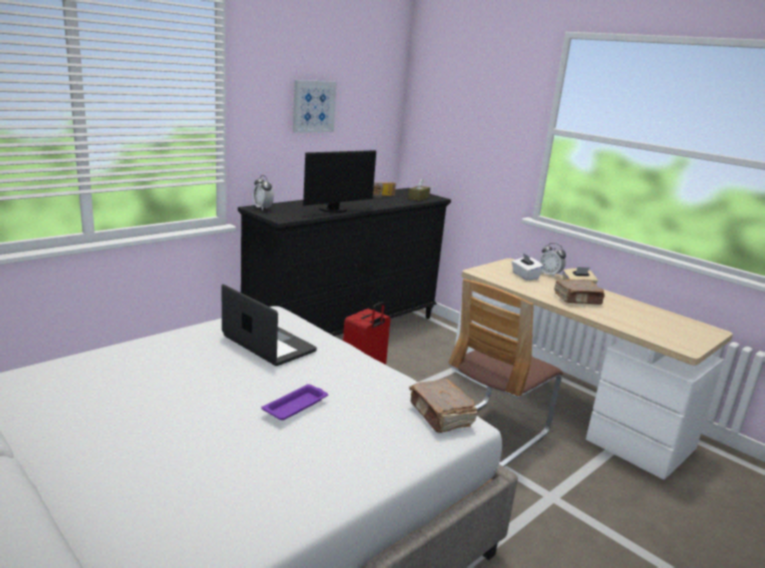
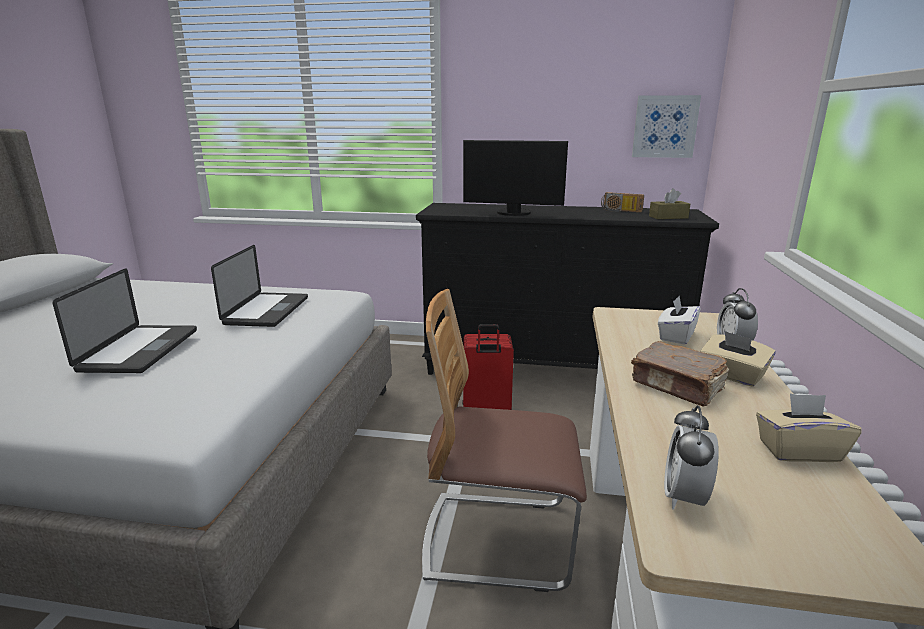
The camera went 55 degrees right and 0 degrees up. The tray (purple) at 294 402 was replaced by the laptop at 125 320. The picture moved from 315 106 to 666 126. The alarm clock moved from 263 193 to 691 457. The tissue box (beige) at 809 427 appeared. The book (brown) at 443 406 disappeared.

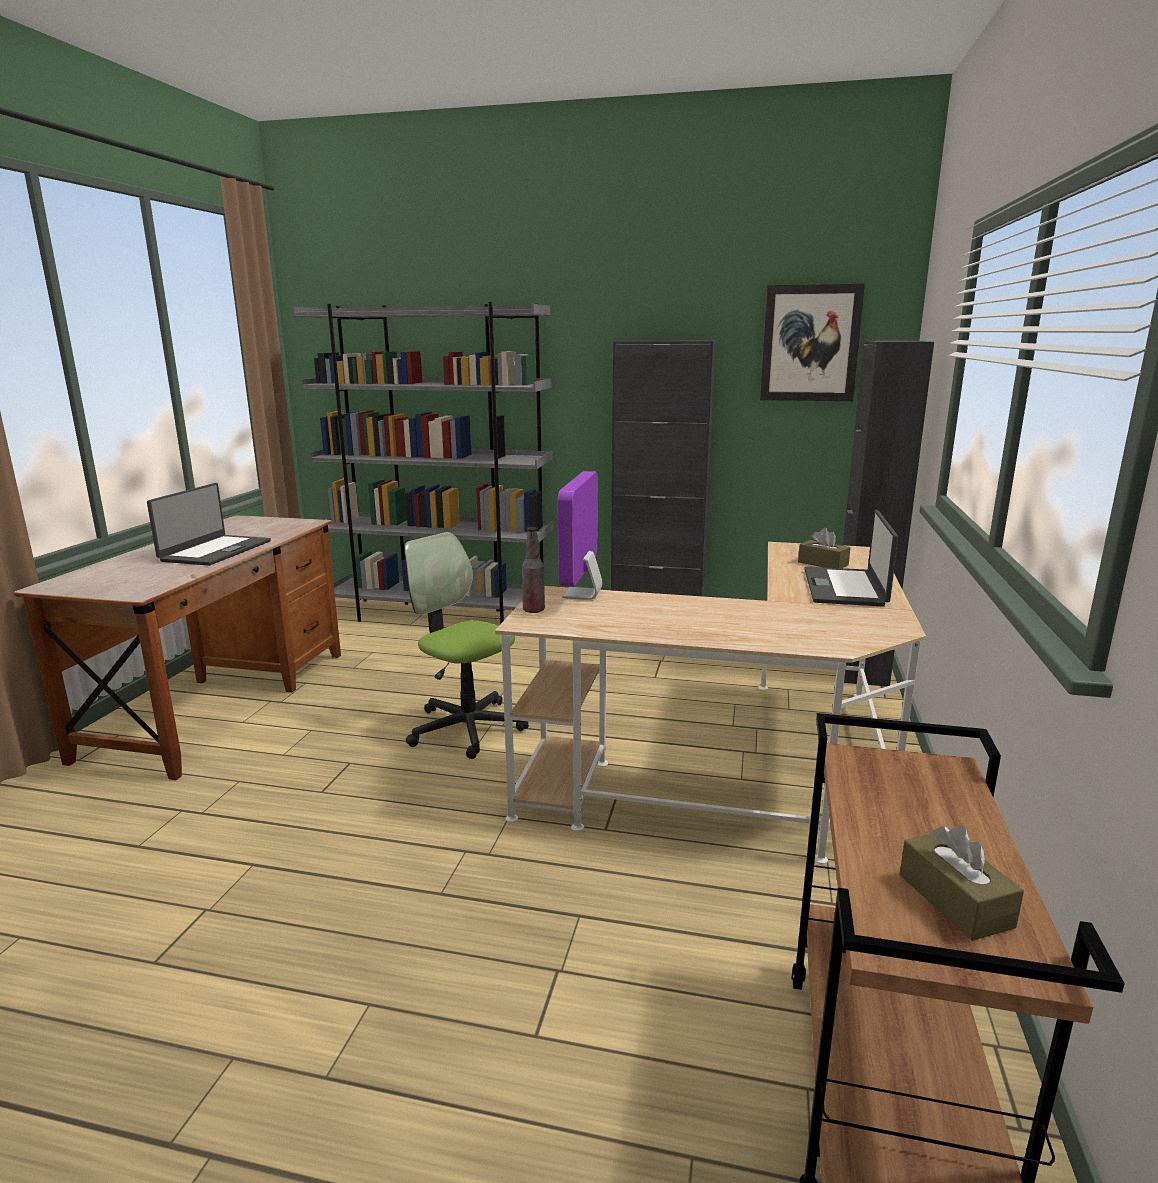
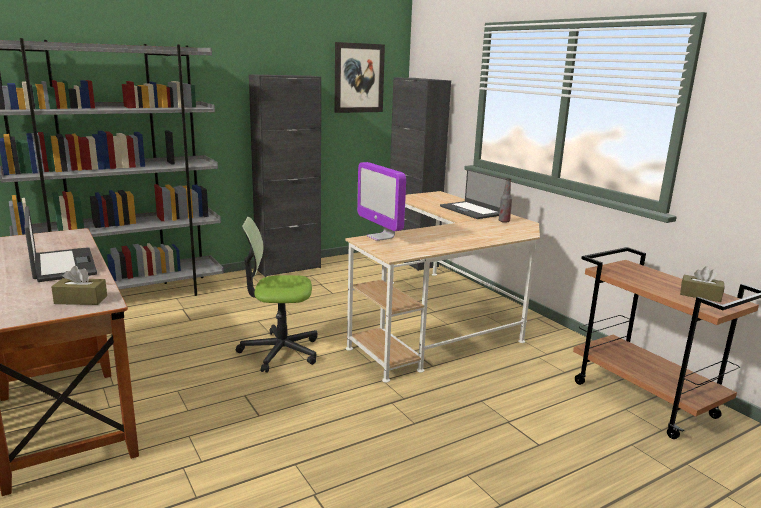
The camera went 45 degrees left and 0 degrees up. The tissue box (brown) moved from 824 548 to 79 285. The bottle moved from 533 570 to 505 200.

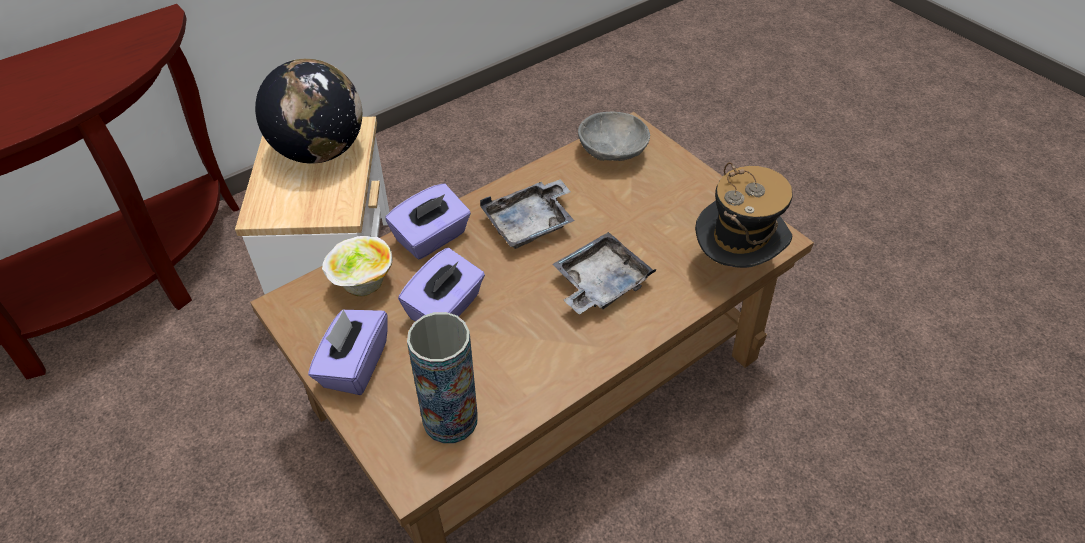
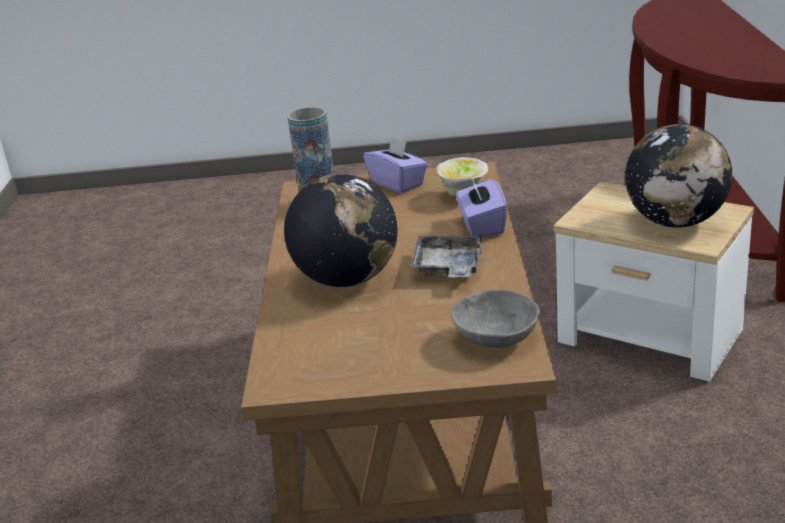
The camera went 130 degrees right and 20 degrees down. The tray (grey) at 604 273 was replaced by the globe at 341 230. The tissue box (purple) at 441 284 disappeared. The hat at 743 215 disappeared.

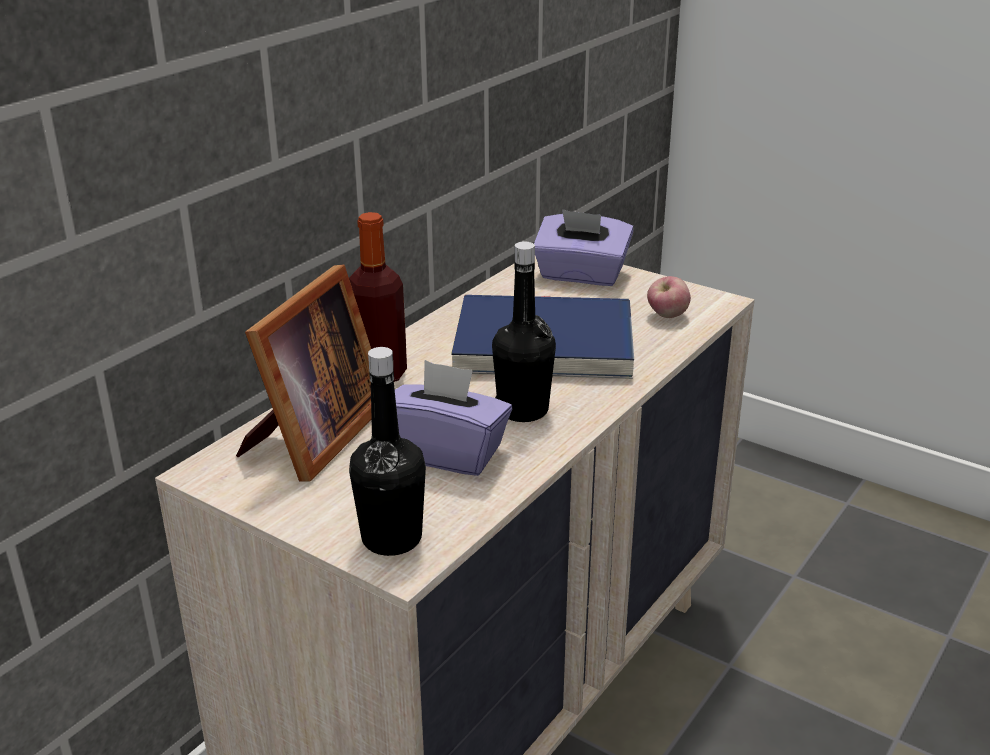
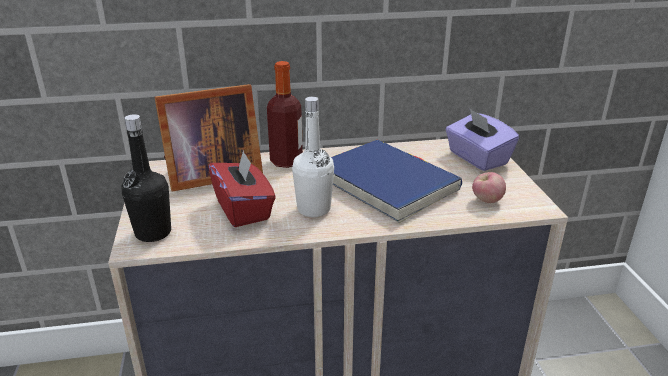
The camera went 45 degrees right and 0 degrees up. The tissue box (purple) at 453 418 became the tissue box (red) at 242 188. The bottle (black) at 524 331 became the bottle (white) at 313 157.

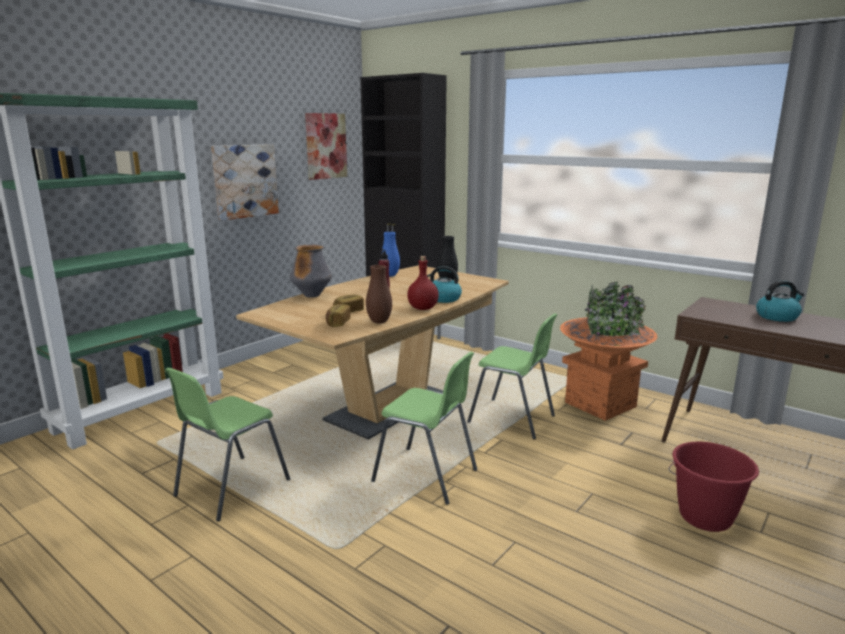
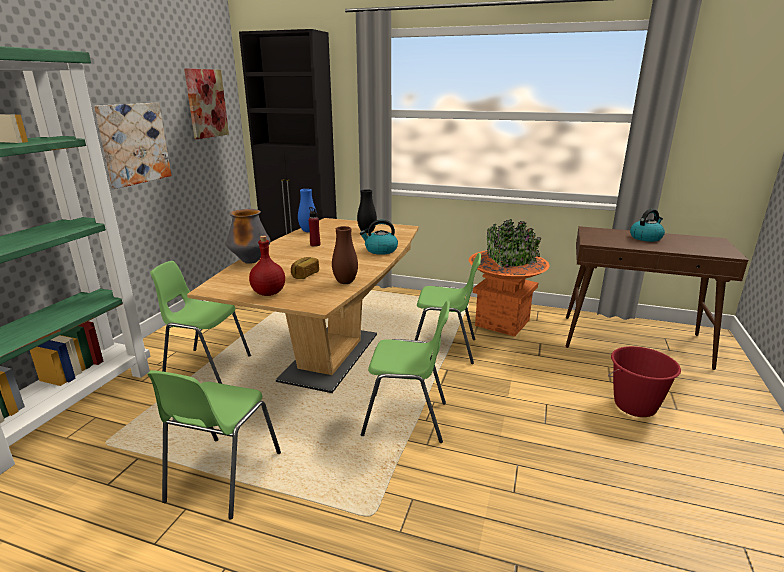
The camera went 20 degrees left and 5 degrees up. The chair (green) at 200 322 appeared. The bottle (red) moved from 423 283 to 267 266. The bread at 338 315 disappeared.

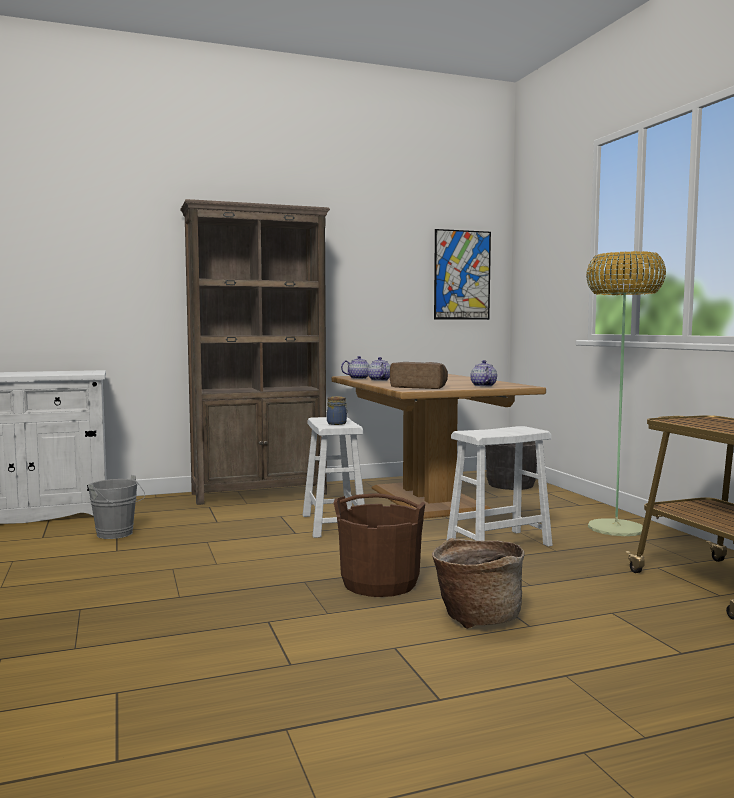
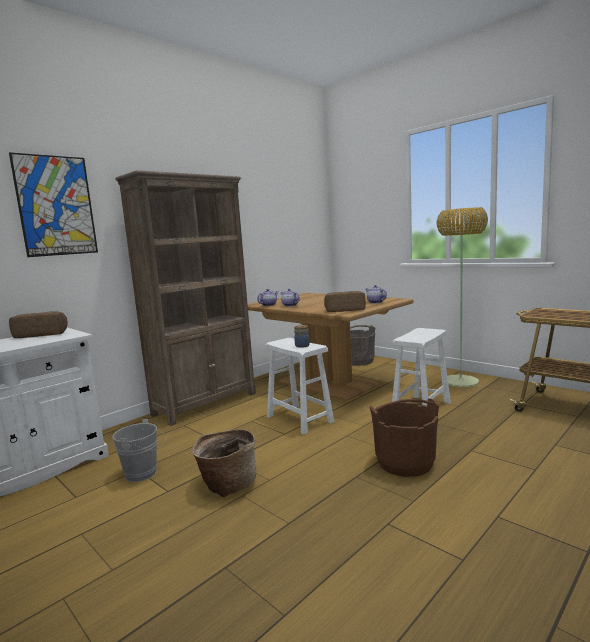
The camera went 25 degrees left and 5 degrees up. The picture moved from 462 274 to 53 204. The bread at 38 325 appeared. The basket moved from 478 583 to 224 463.

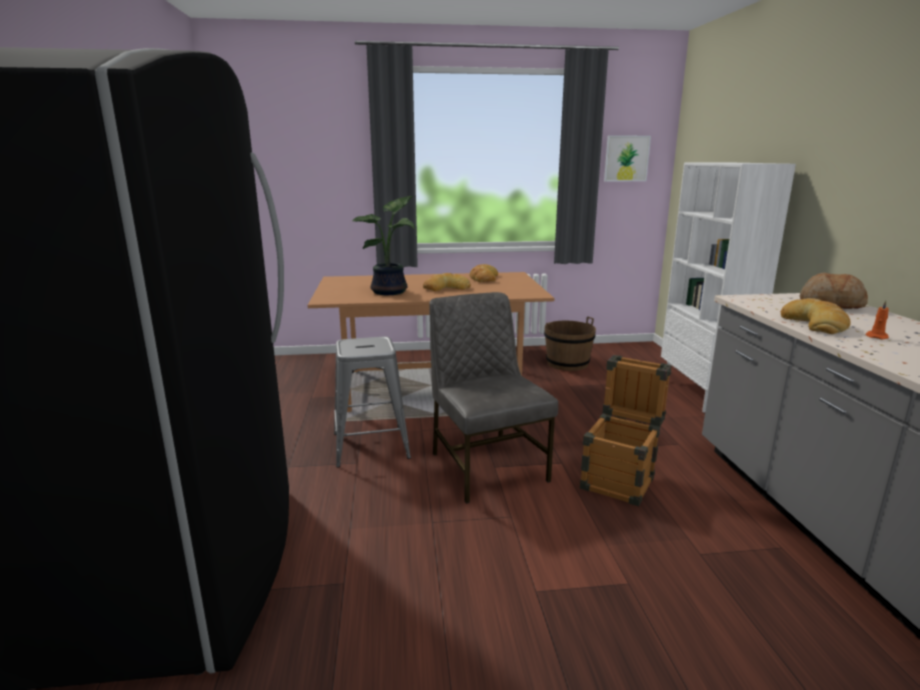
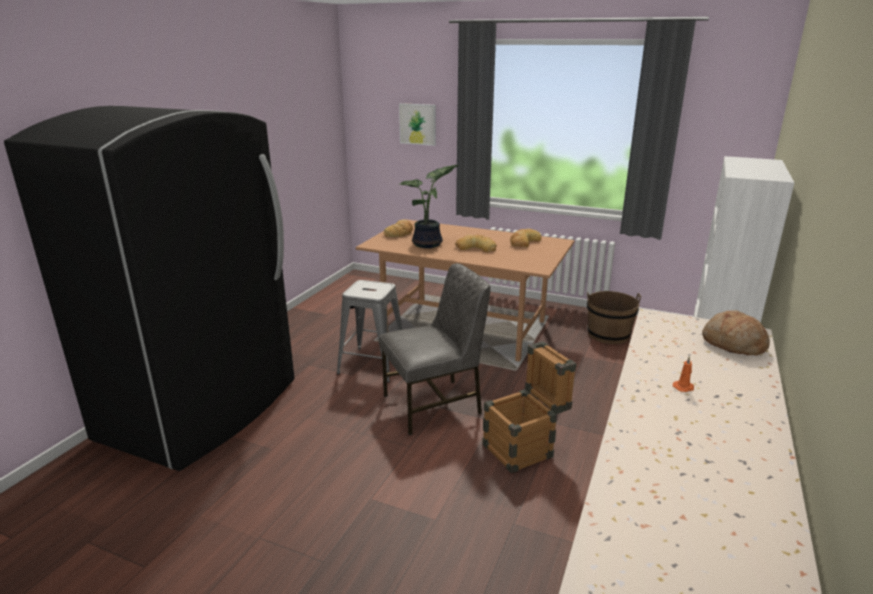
The camera went 30 degrees right and 5 degrees up. The chair (grey) at 493 398 turned 60 degrees clockwise. The bread moved from 816 316 to 398 228. The picture moved from 627 159 to 417 124.

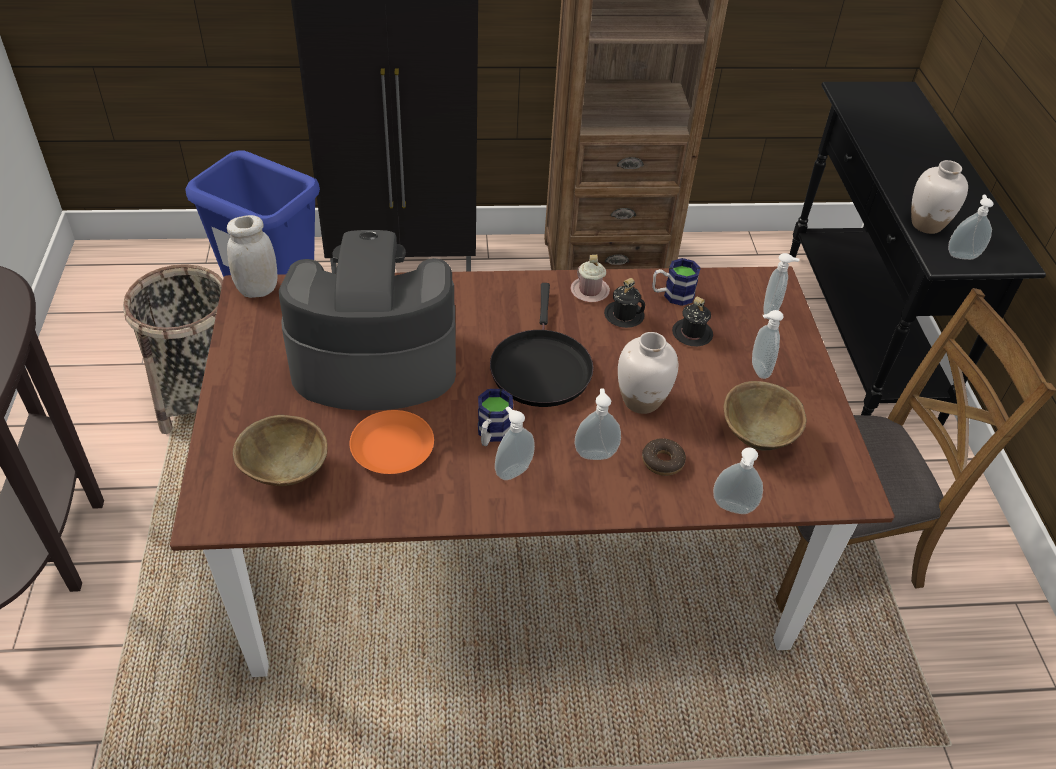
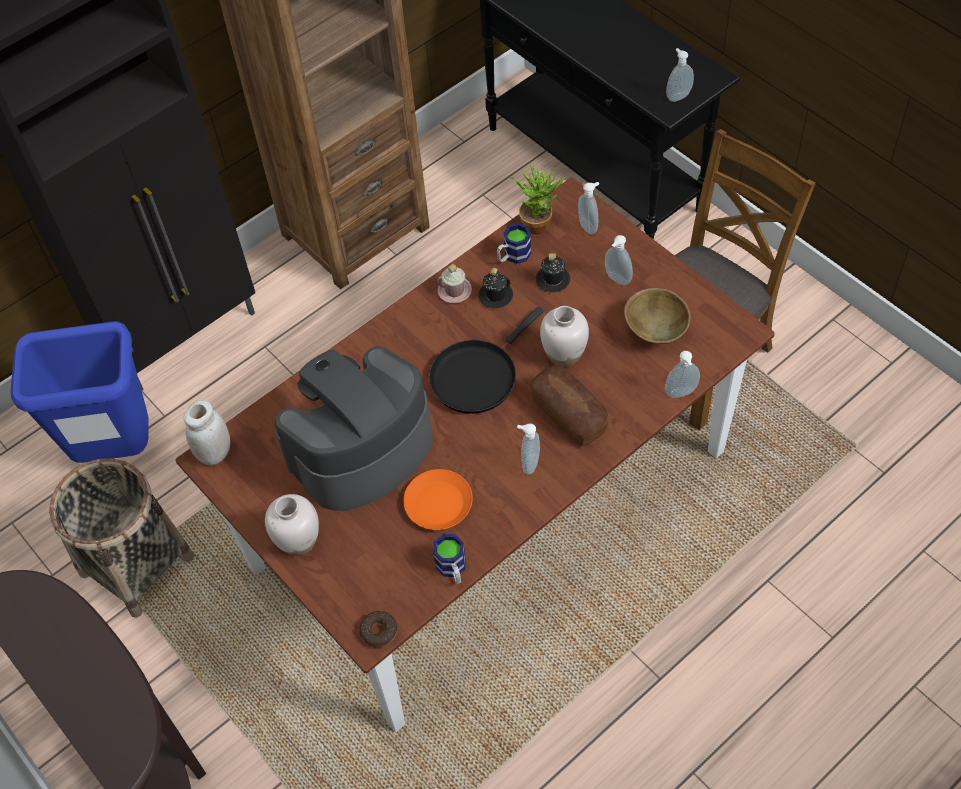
The camera went 30 degrees left and 10 degrees up. The vase (white) moved from 939 197 to 292 525. The donut moved from 664 457 to 378 629. The frying pan (black) at 542 345 turned 75 degrees clockwise. The mug moved from 495 417 to 449 559. The potted plant at 537 198 appeared. The soap dispenser at 597 424 was replaced by the bread at 569 405. The bowl (brown) at 280 450 disappeared.

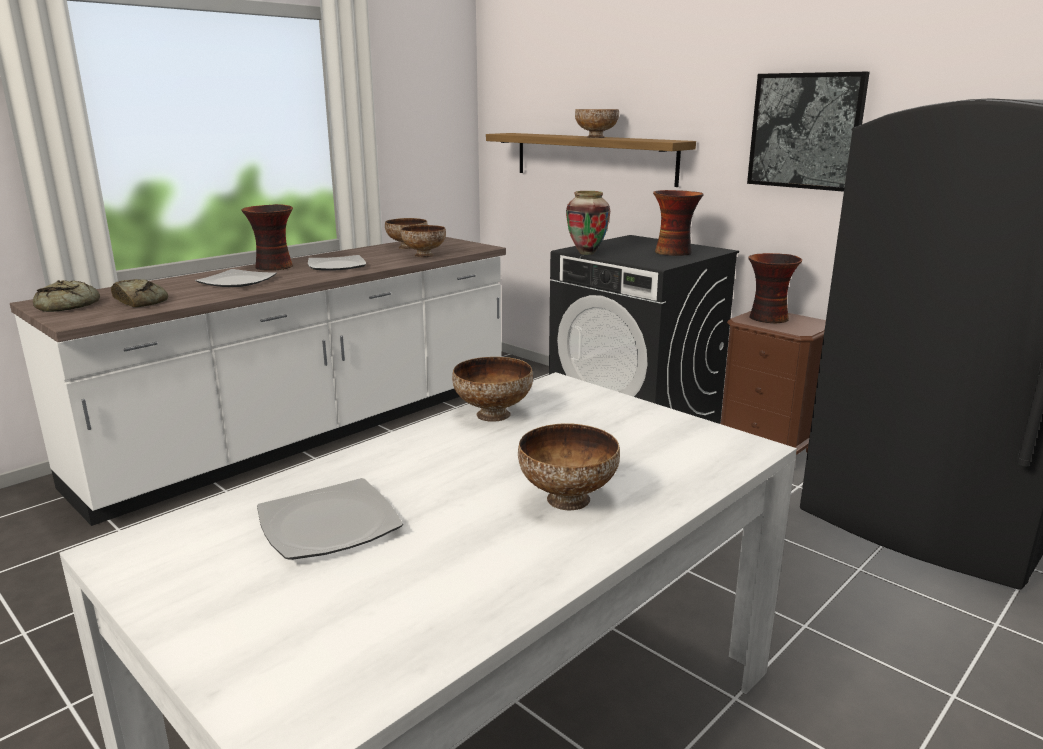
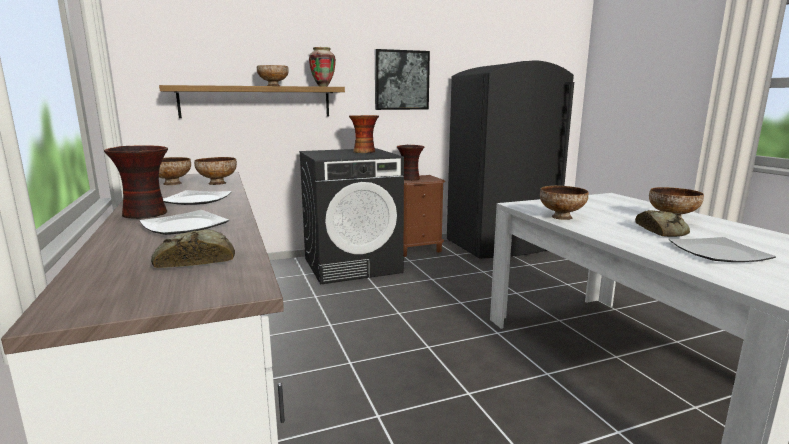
The camera went 65 degrees left and 5 degrees down. The vase moved from 588 223 to 322 67. The bread moved from 66 296 to 662 223.

